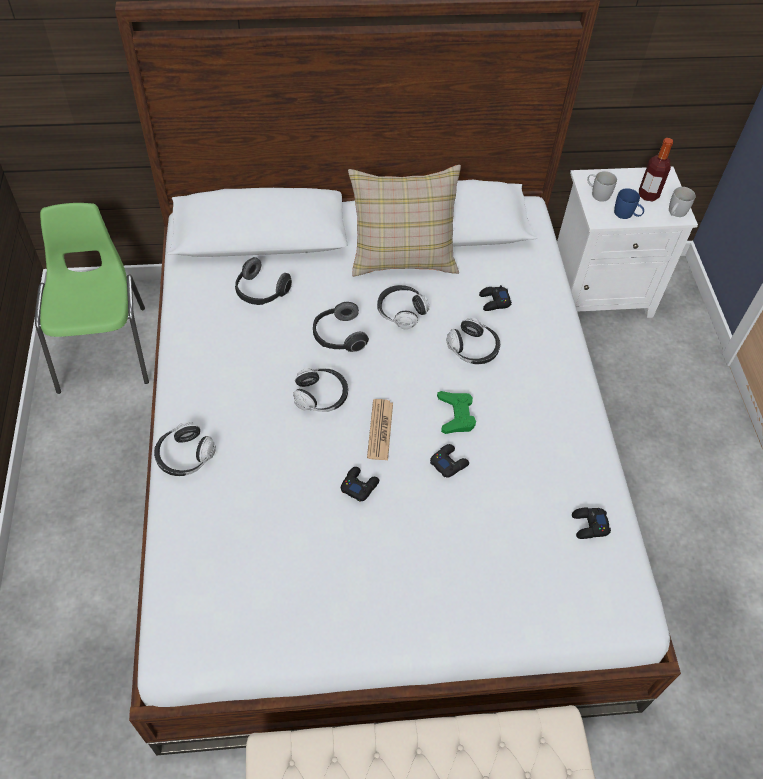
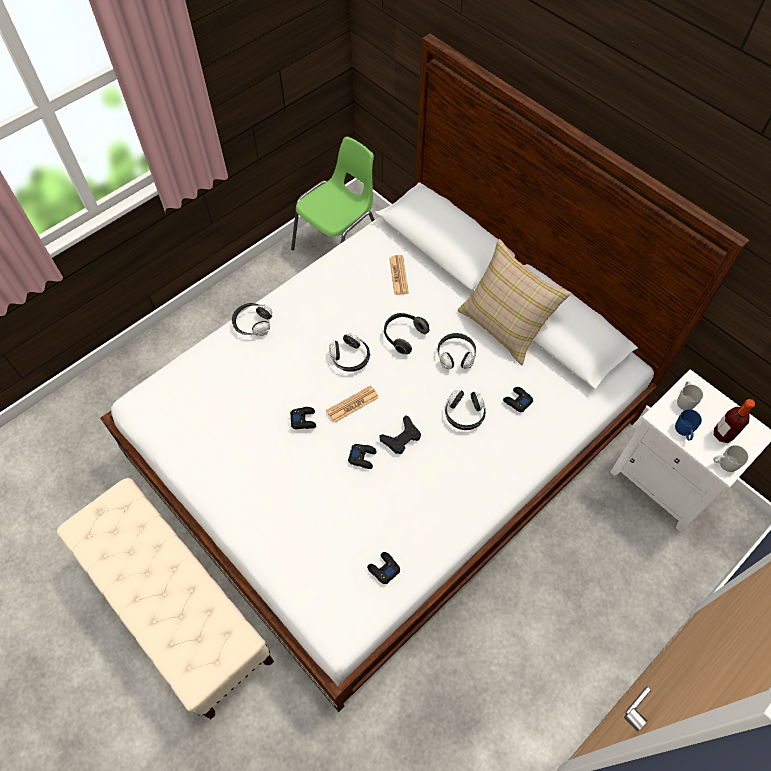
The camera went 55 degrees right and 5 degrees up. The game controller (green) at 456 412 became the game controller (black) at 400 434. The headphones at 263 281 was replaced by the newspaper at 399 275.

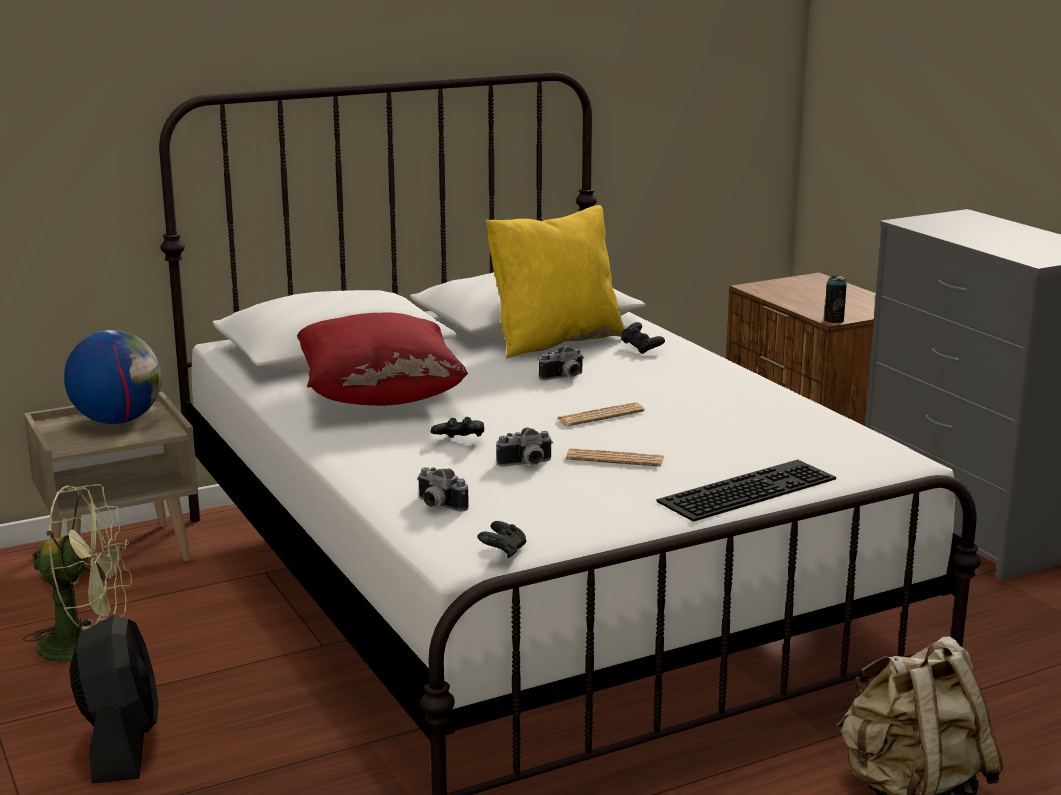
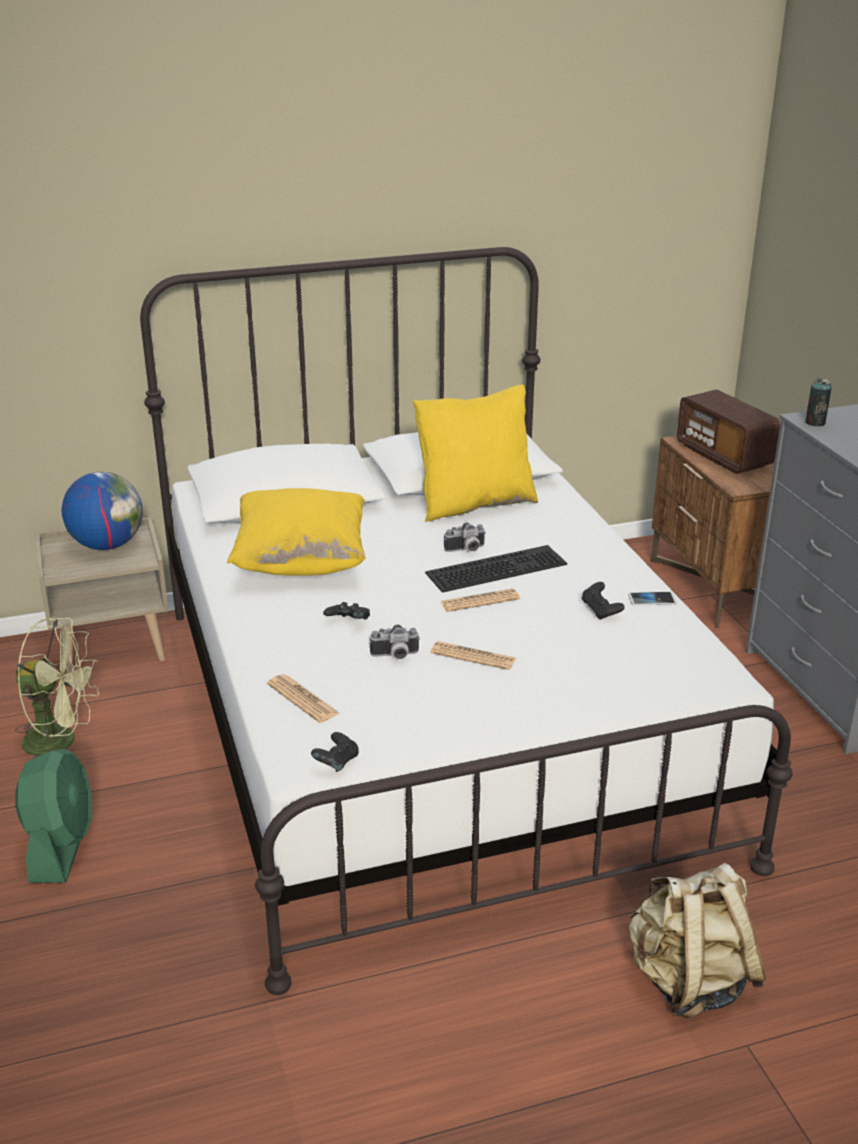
The camera went 10 degrees right and 10 degrees up. The fan (black) at 114 699 became the fan (green) at 53 816. The pillow (red) at 382 359 became the pillow (yellow) at 296 532. The photo camera at 443 489 was replaced by the newspaper at 303 698. The keyboard moved from 746 491 to 496 569. The game controller (black) moved from 643 338 to 603 600. The phone at 652 598 appeared. The radio at 728 432 appeared. The can moved from 835 299 to 818 402.

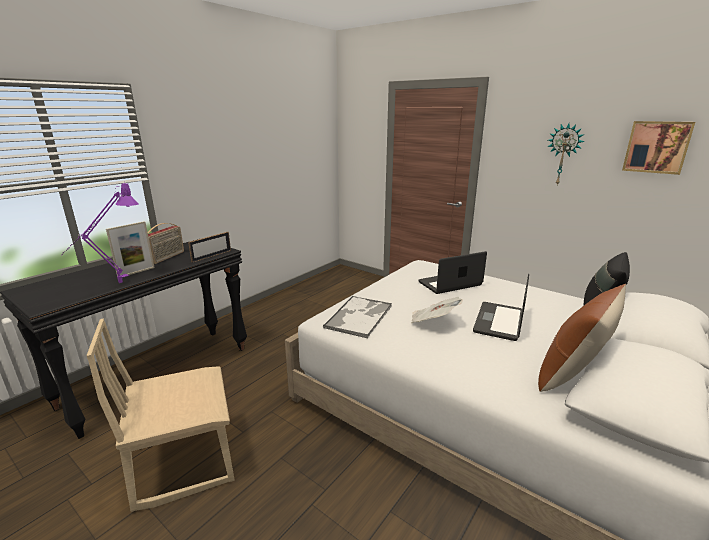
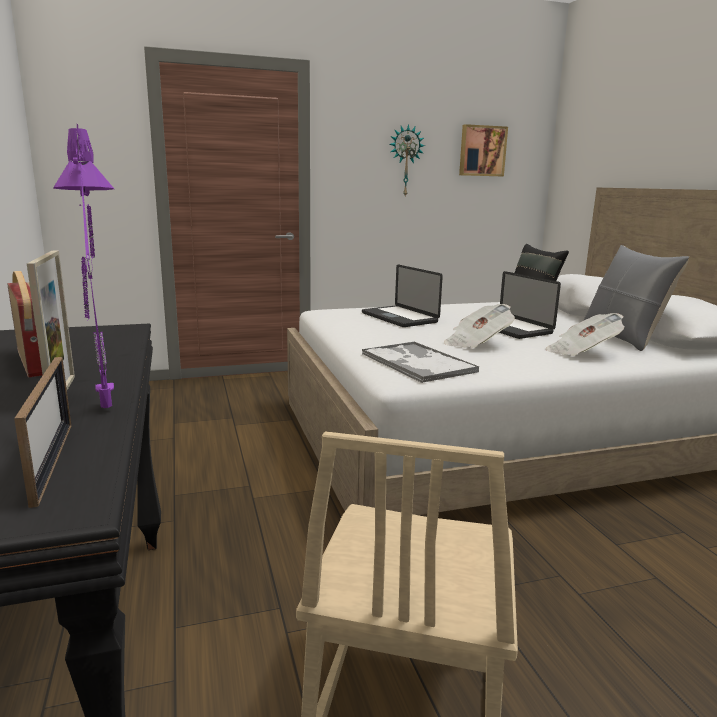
The camera went 55 degrees left and 5 degrees down. The picture frame moved from 209 247 to 43 432. The laptop at 453 272 turned 45 degrees counterclockwise. The newspaper at 585 334 appeared. The pillow (brown) at 582 338 became the pillow (grey) at 636 298.

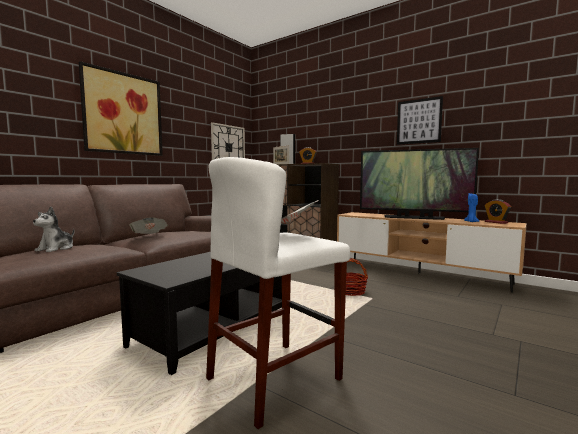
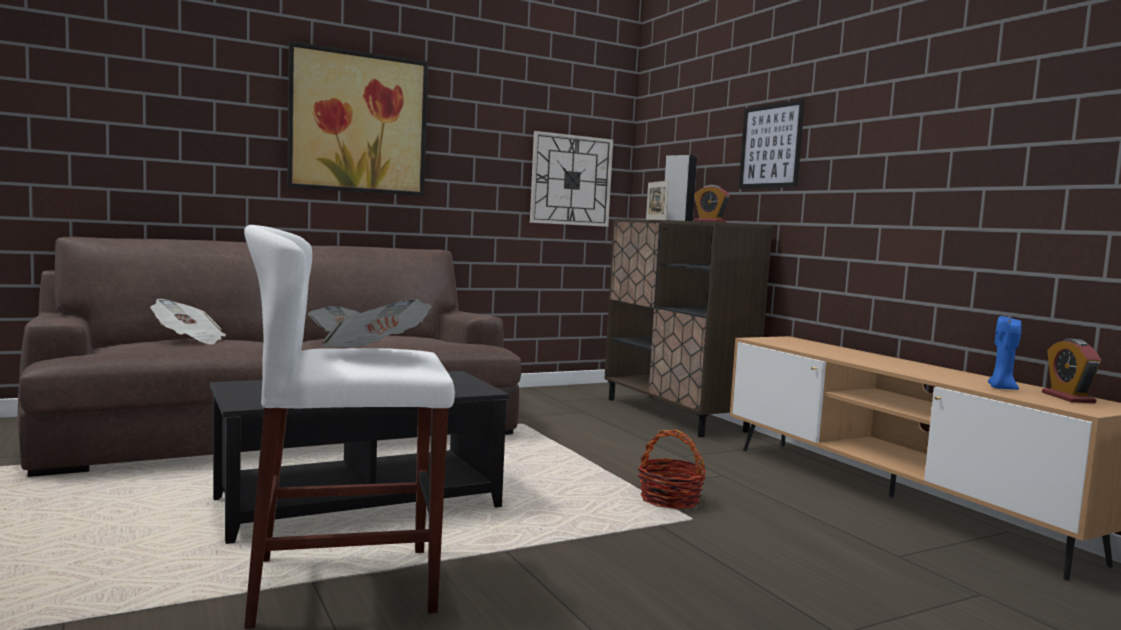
The camera went 25 degrees right and 0 degrees up. The plush toy at 53 229 was replaced by the newspaper at 188 321. The picture moved from 420 120 to 772 144. The television at 419 184 disappeared.

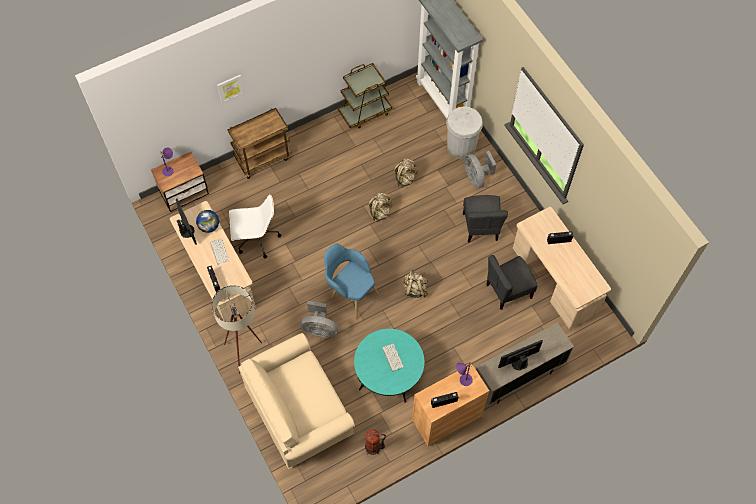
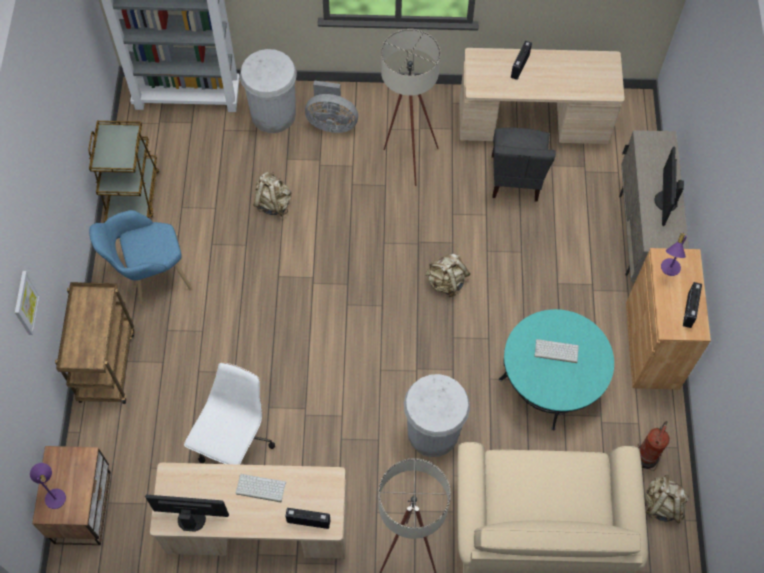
The camera went 60 degrees left and 0 degrees up. The armchair (blue) moved from 351 281 to 140 257. The chair (grey) at 485 218 was replaced by the floor lamp (beige) at 410 107. The fan (grey) at 319 319 was replaced by the trash can (white) at 437 415. The backpack (beige) moved from 380 207 to 667 498. The globe at 207 221 disappeared.

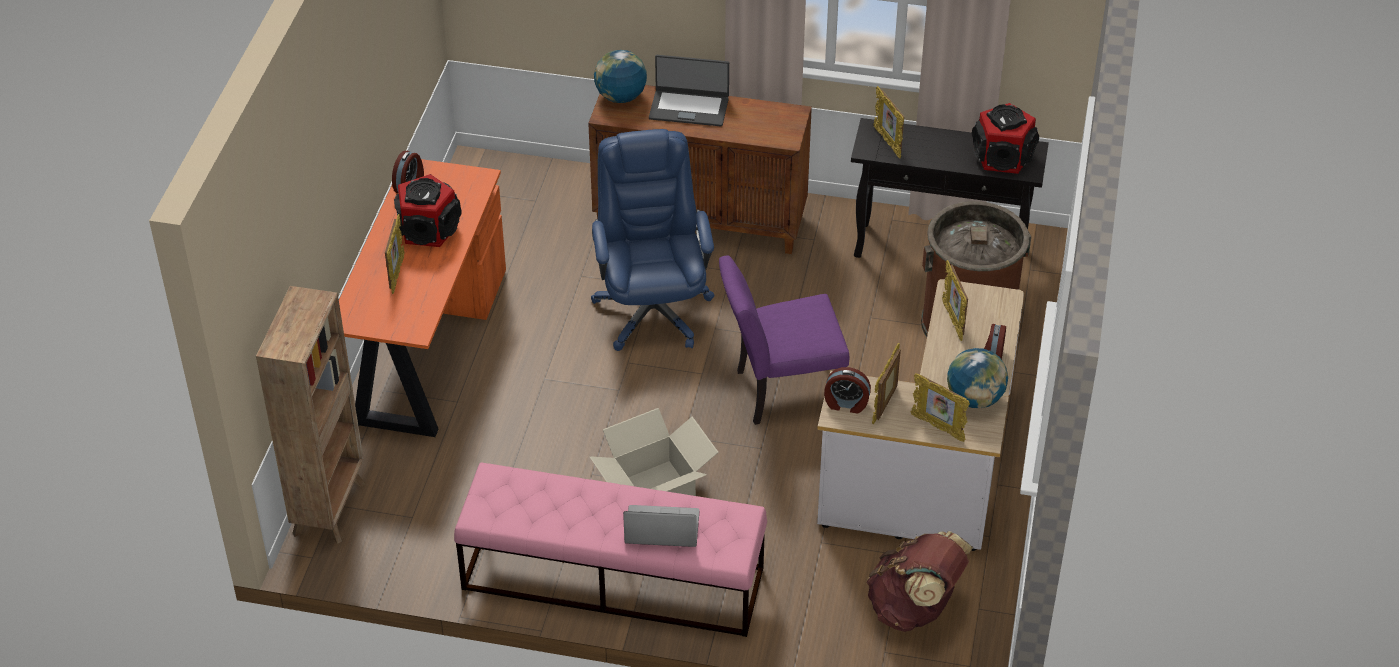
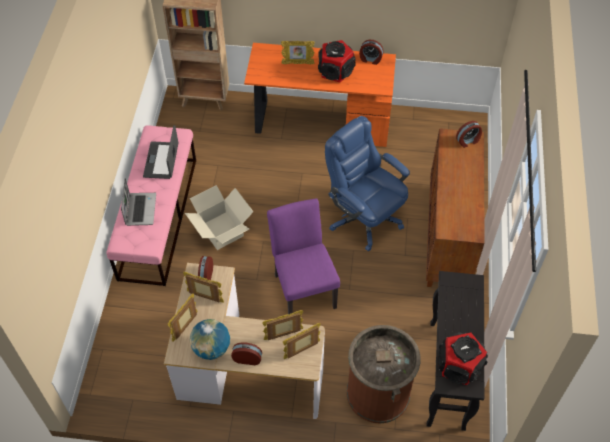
The camera went 85 degrees right and 10 degrees up. The laptop moved from 689 90 to 160 152. The picture frame moved from 888 122 to 301 340. The office chair (blue) at 653 240 turned 120 degrees counterclockwise. The globe at 620 76 was replaced by the alarm clock at 469 134. The backpack (brown) at 919 581 disappeared.

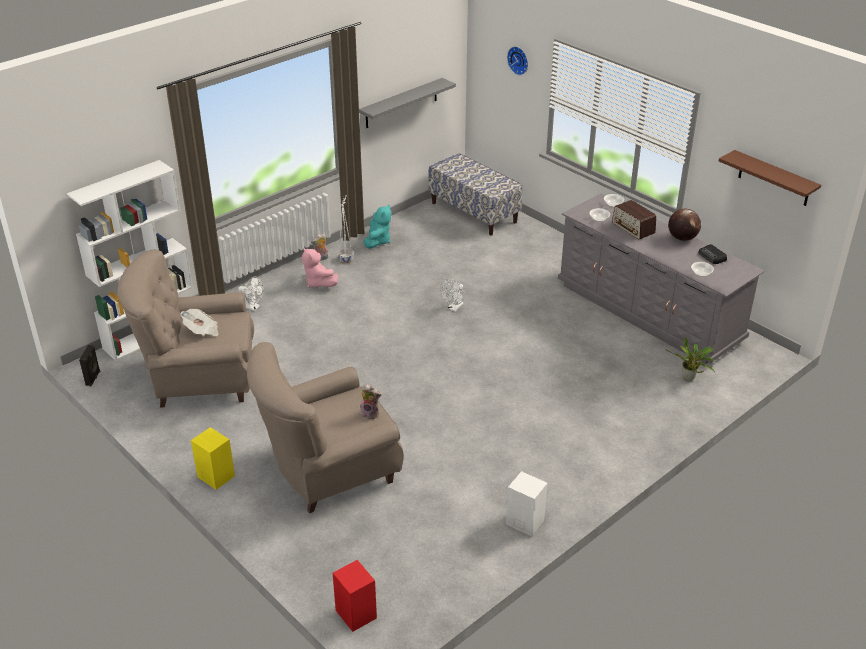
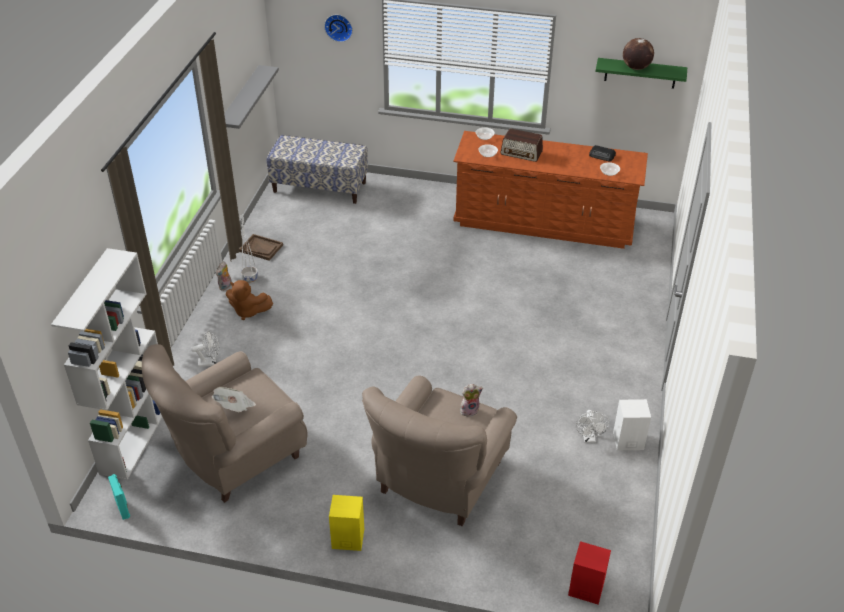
The camera went 35 degrees left and 5 degrees up. The speaker (black) at 89 365 became the speaker (turquoise) at 119 497. The plush toy (pink) at 320 268 became the plush toy (brown) at 249 300. The plush toy (turquoise) at 377 227 was replaced by the tray (brown) at 261 247. The dresser (grey) at 661 278 became the dresser (brown) at 550 190. The fan (white) moved from 452 295 to 592 426. The shelf (brown) at 770 178 became the shelf (green) at 641 73. The globe moved from 684 225 to 638 54. The potted plant at 690 359 disappeared.

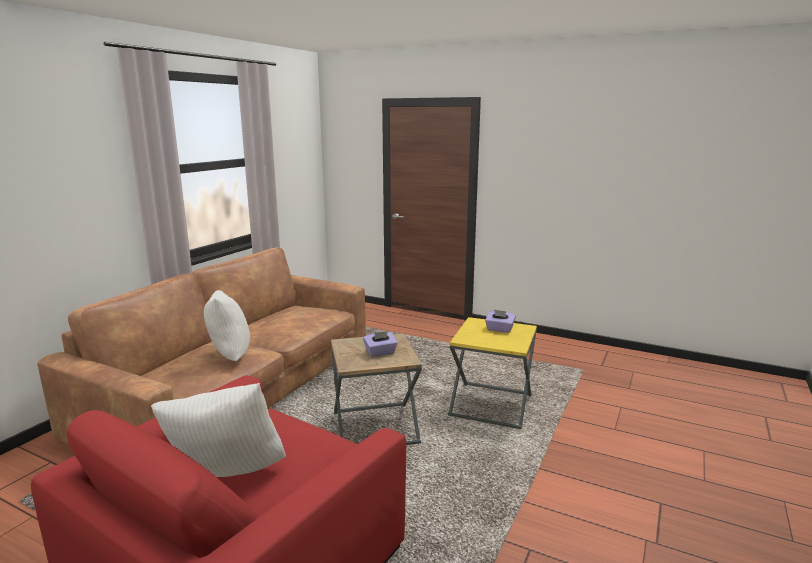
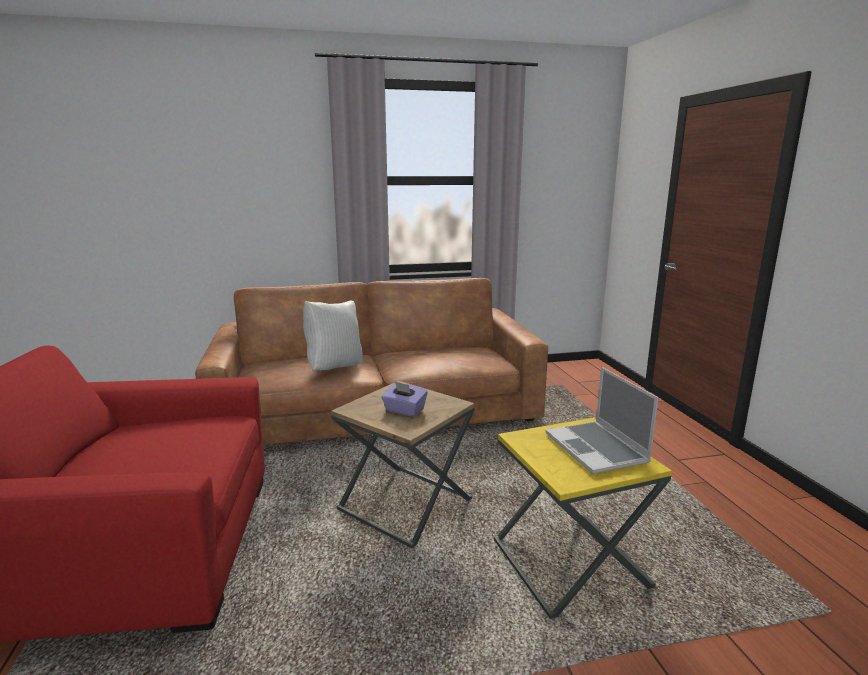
The camera went 50 degrees right and 0 degrees up. The tissue box (purple) at 500 321 was replaced by the laptop at 602 420. The pillow (white) at 218 430 disappeared.

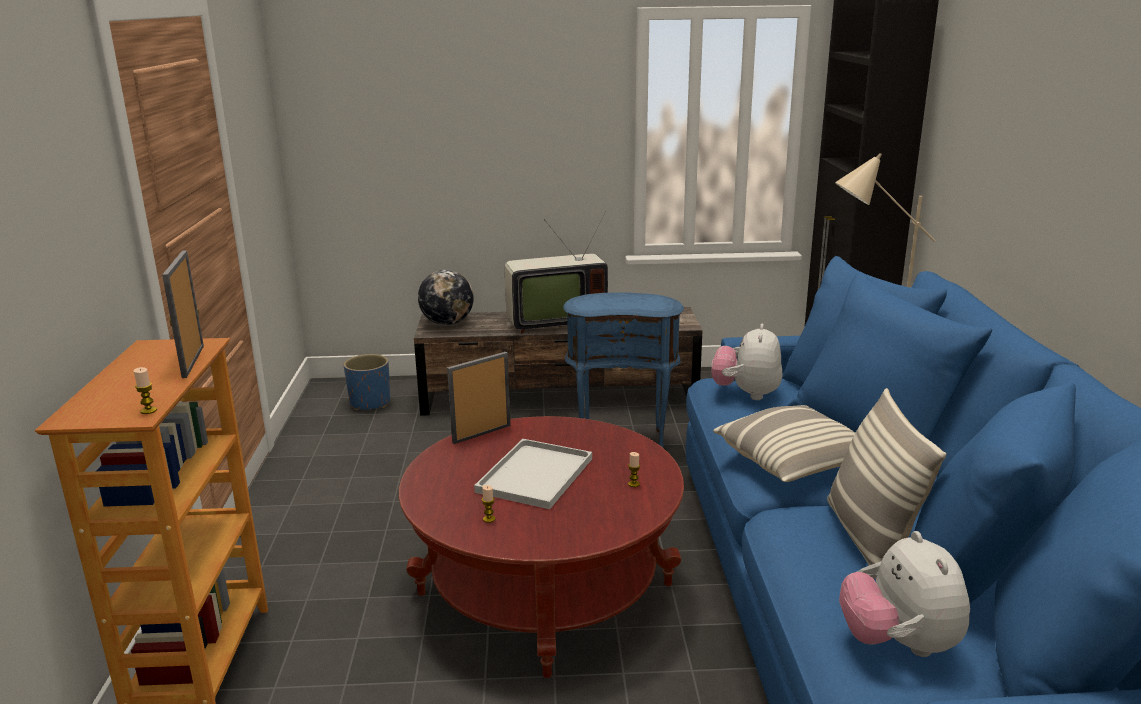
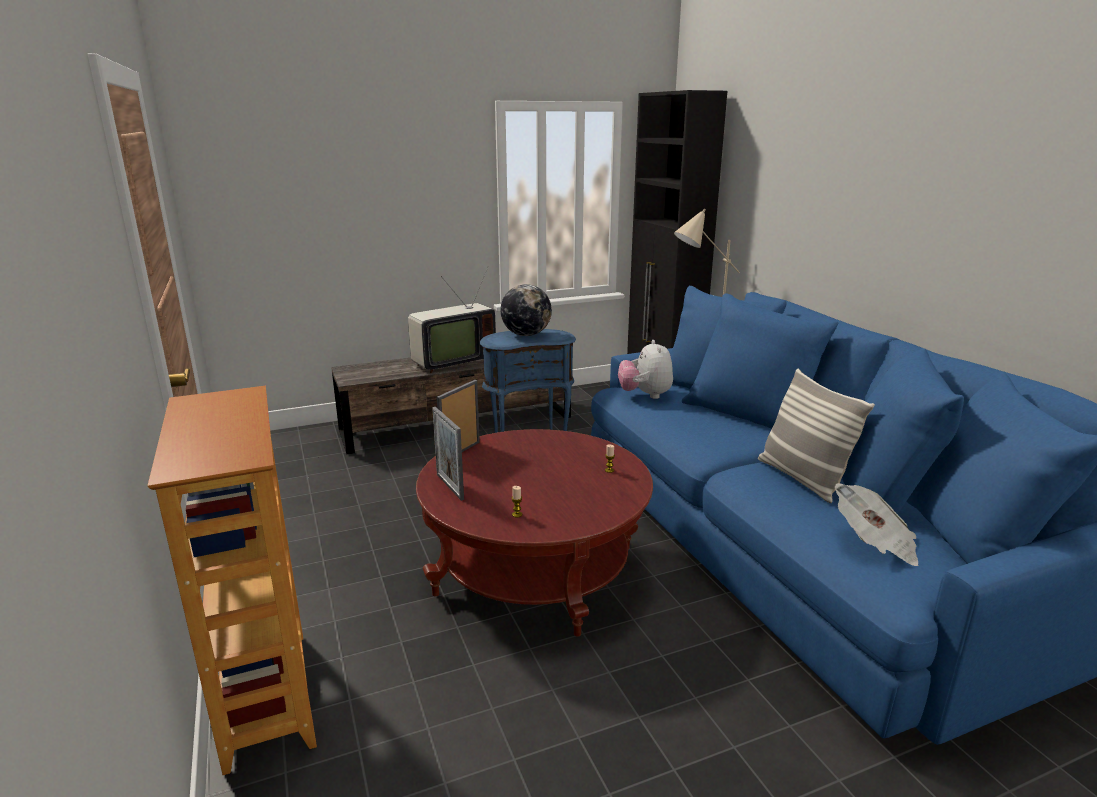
The camera went 20 degrees left and 0 degrees up. The picture frame moved from 183 314 to 448 454. The globe moved from 446 297 to 526 310. The plush toy at 904 594 was replaced by the newspaper at 877 524. The candle at 145 390 disappeared. The planter (blue) at 366 382 disappeared. The tray (white) at 533 474 disappeared. The pillow at 784 443 disappeared.

